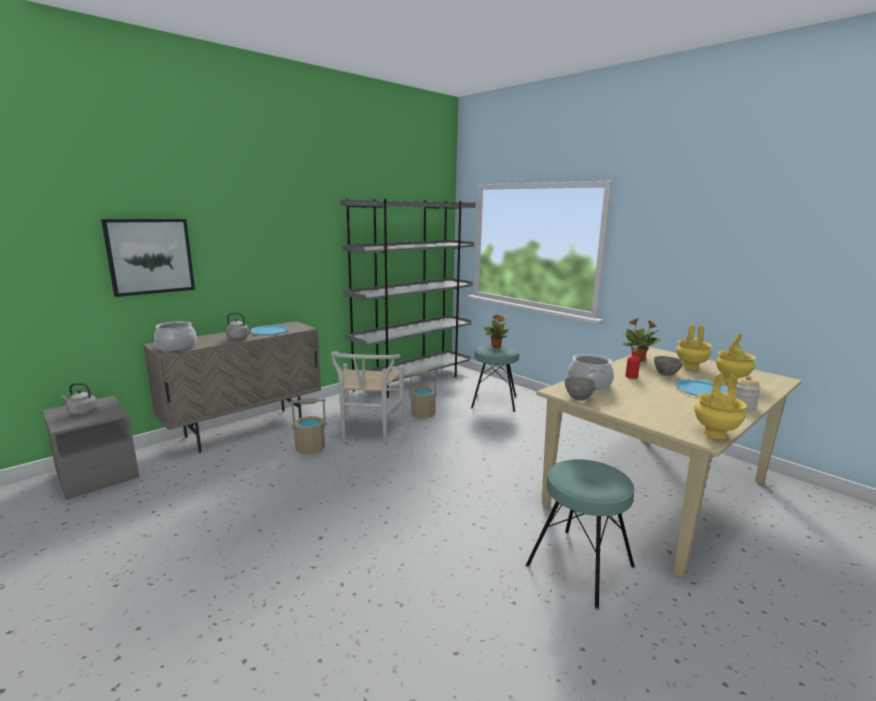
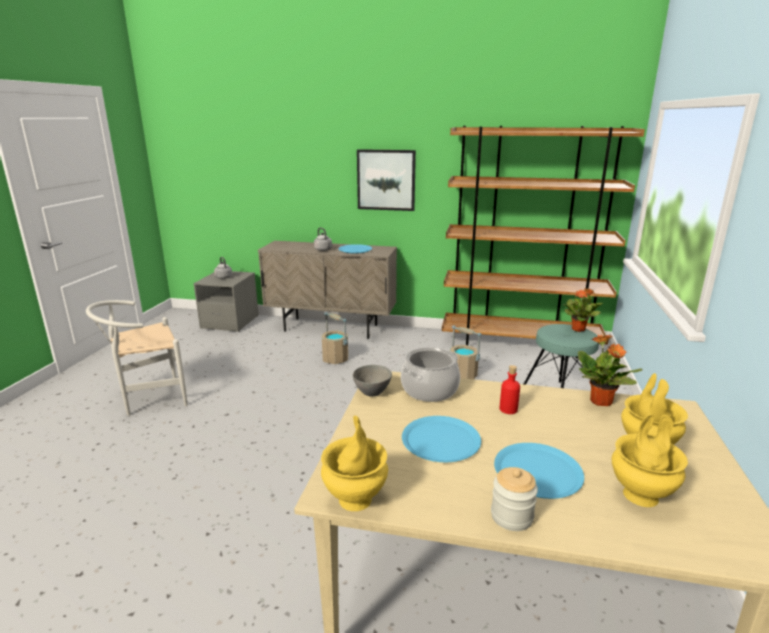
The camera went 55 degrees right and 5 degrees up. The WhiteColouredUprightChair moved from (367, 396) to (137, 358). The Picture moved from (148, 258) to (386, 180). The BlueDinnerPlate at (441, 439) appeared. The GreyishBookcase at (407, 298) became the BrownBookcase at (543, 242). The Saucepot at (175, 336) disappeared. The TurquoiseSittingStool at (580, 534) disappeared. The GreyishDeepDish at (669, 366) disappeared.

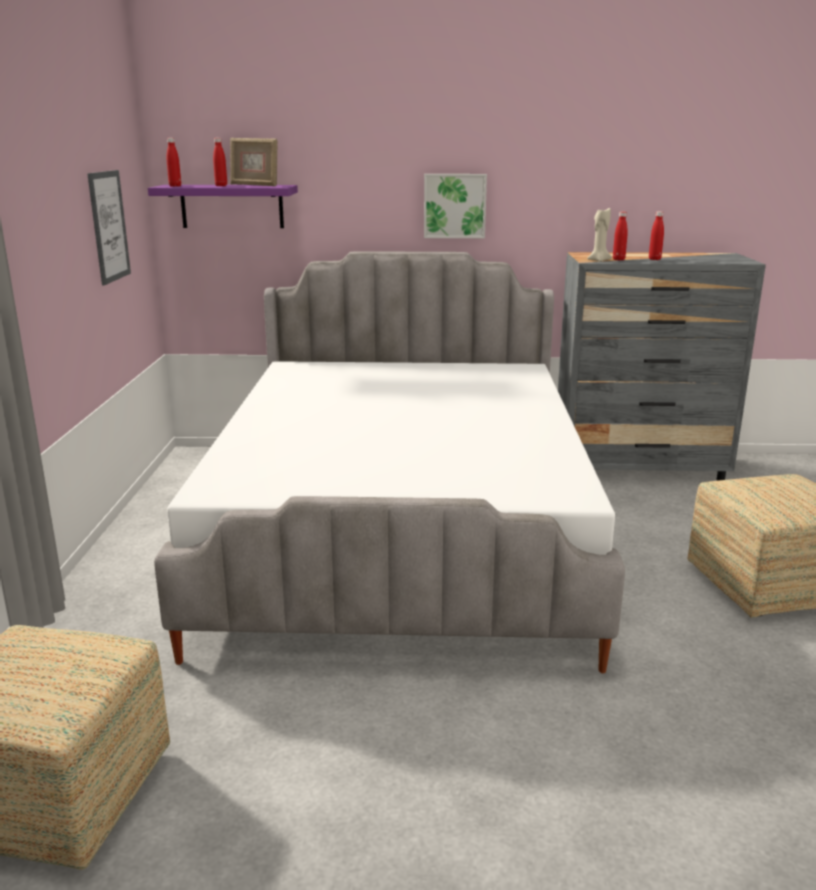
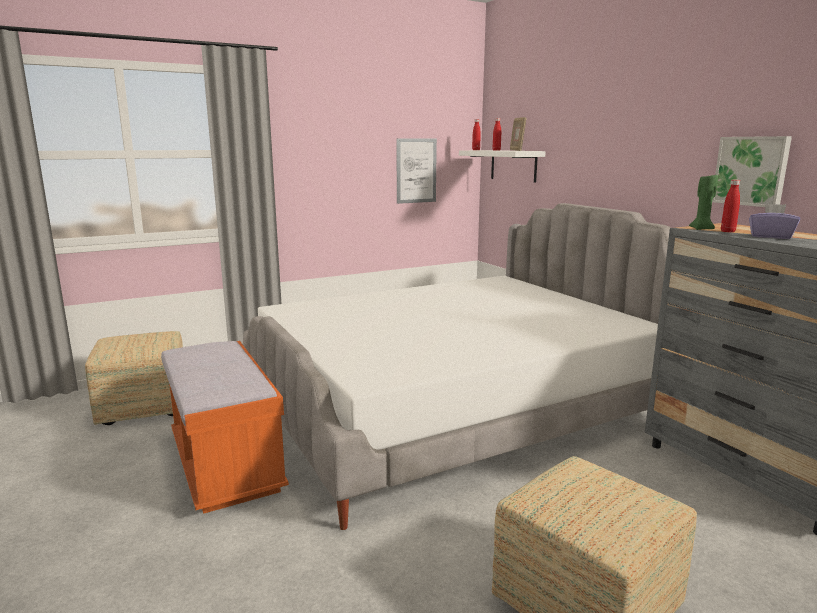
The camera went 60 degrees right and 5 degrees down. The OrangeBench at (225, 427) appeared. The PurpleColouredWallShelf at (223, 206) became the WhiteColouredWallShelf at (502, 166). The BeigeWaxLight at (599, 235) became the GreenWaxLight at (703, 202). The Picture moved from (455, 206) to (752, 171). The RedDrinkBottle at (656, 235) was replaced by the PurpleColouredBoxOfTissues at (774, 221).

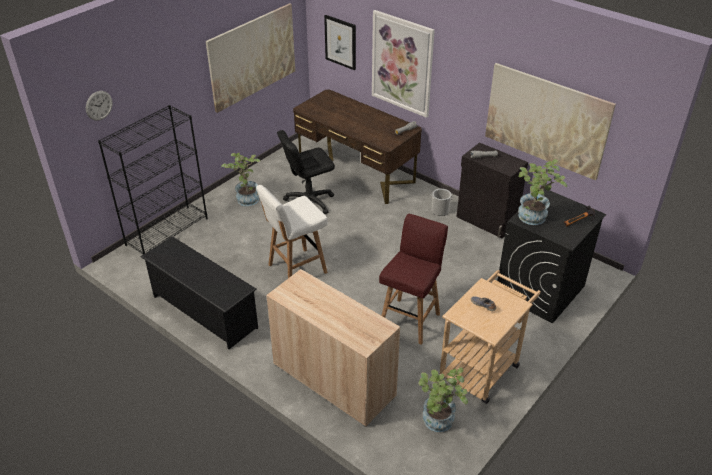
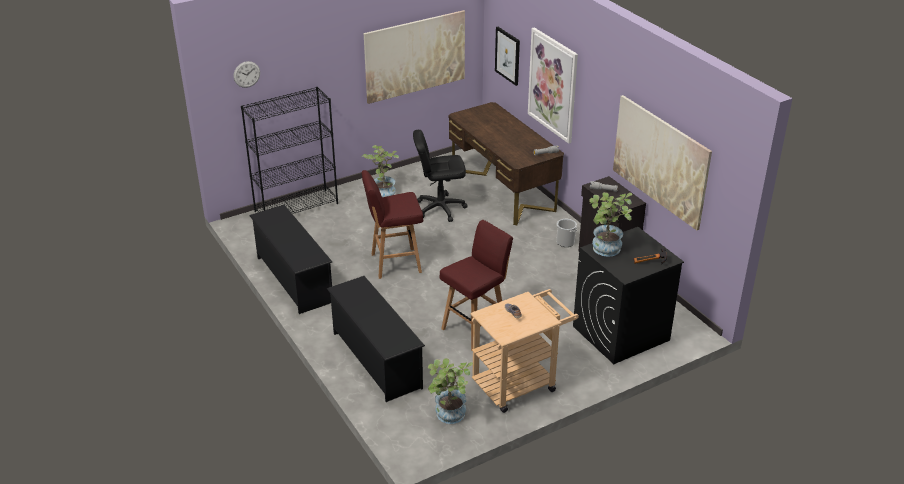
The camera went 20 degrees right and 5 degrees down. The BeigeStorageCabinet at (333, 348) was replaced by the BlackColouredShoeShelf at (376, 339). The WhiteColouredSittingStool at (292, 231) became the RedSittingStool at (392, 224).

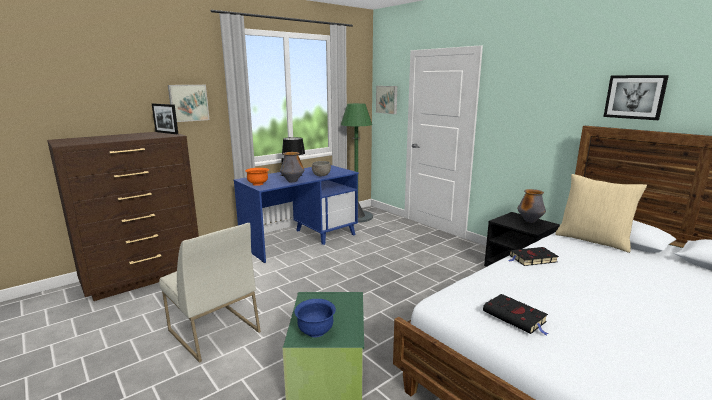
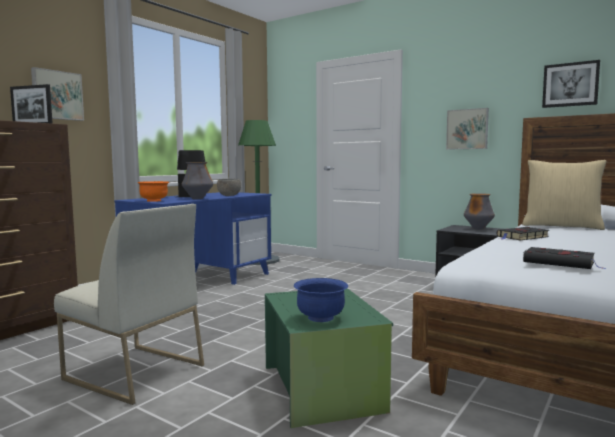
The camera went 15 degrees left and 10 degrees down. The Picture moved from (386, 100) to (467, 129).

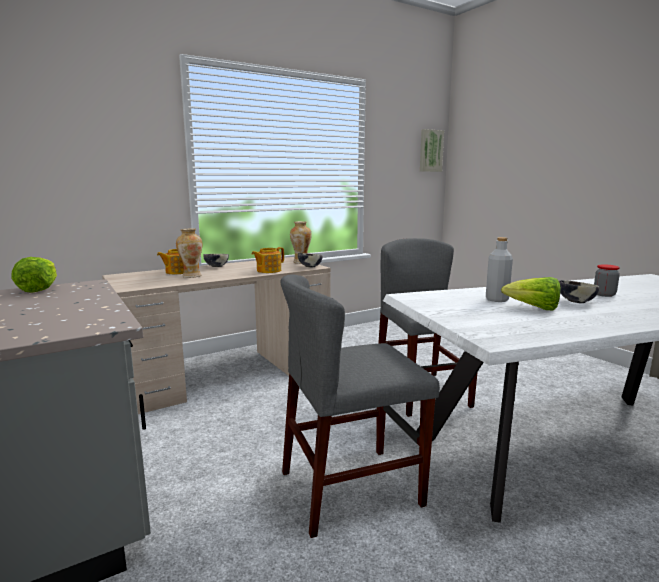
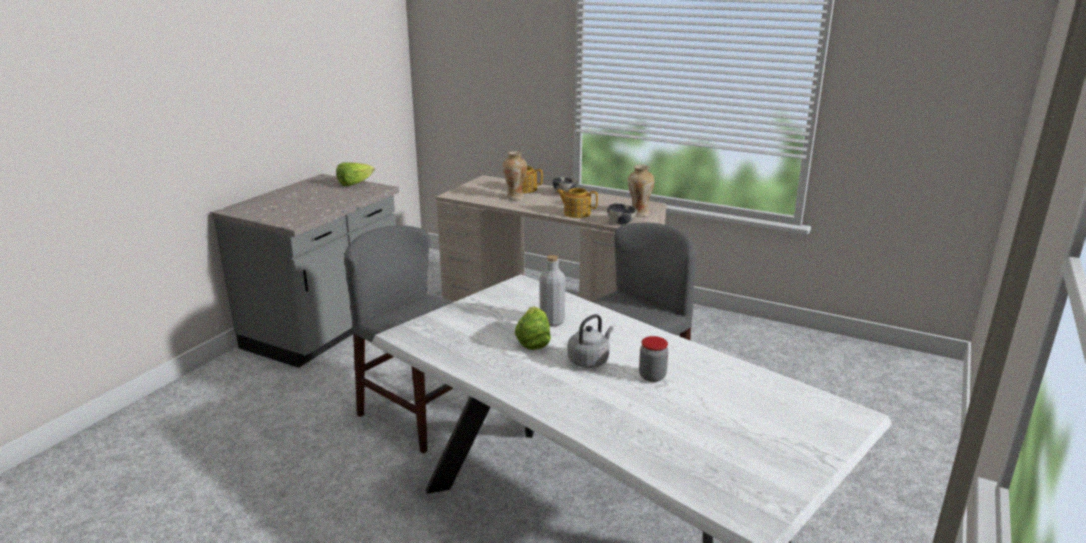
The camera went 60 degrees right and 10 degrees up. The DeepDish at (579, 291) was replaced by the GreyishTeaKettle at (590, 341). The Picture at (432, 150) disappeared.

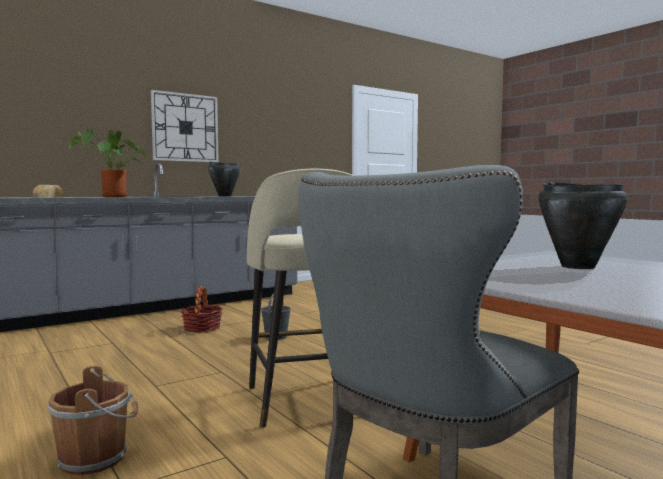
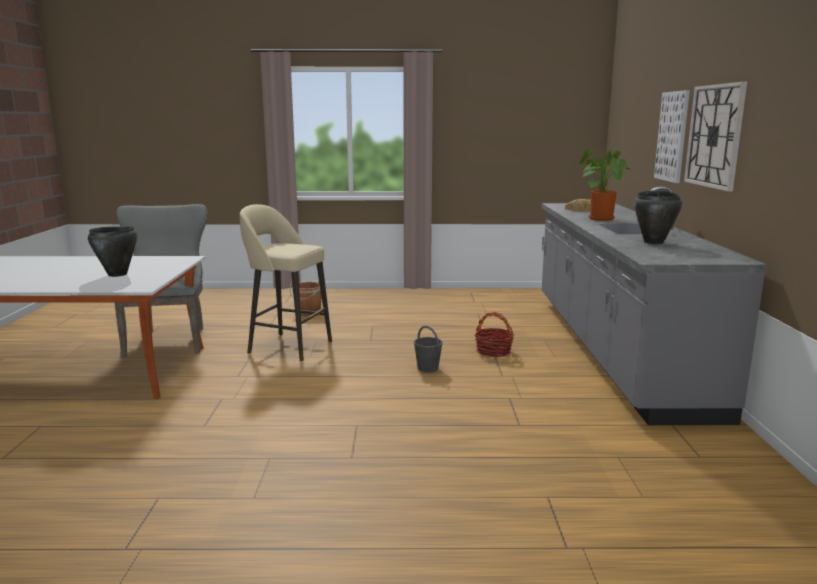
The camera went 125 degrees right and 10 degrees up. The Picture at (672, 136) appeared.

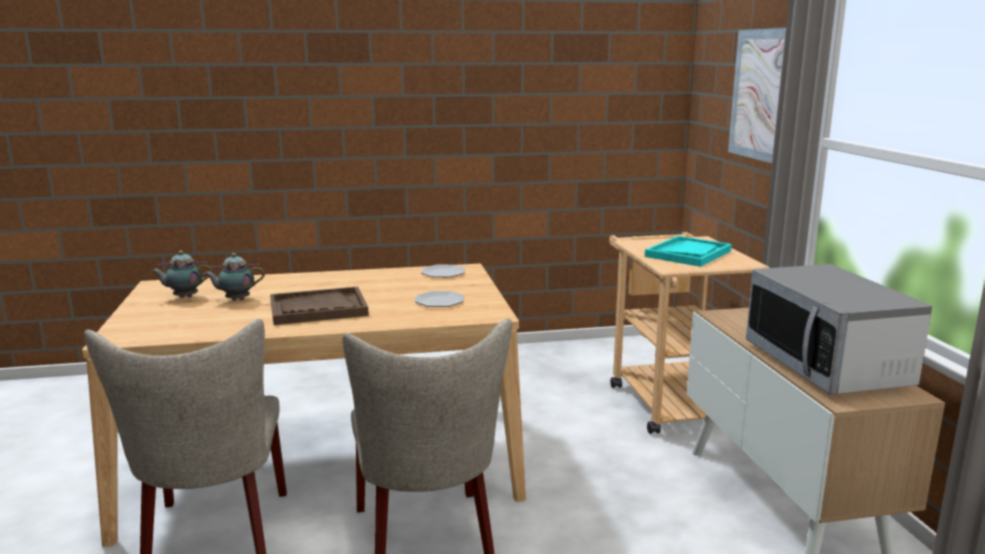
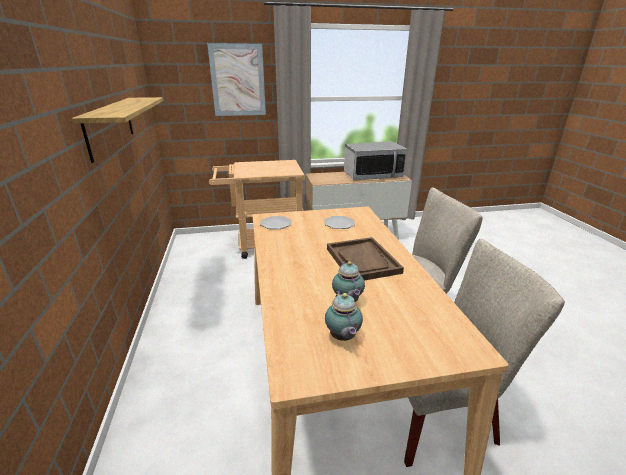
The camera went 90 degrees left and 10 degrees up. The WallShelf at (117, 130) appeared. The TurquoiseTray at (688, 251) disappeared.

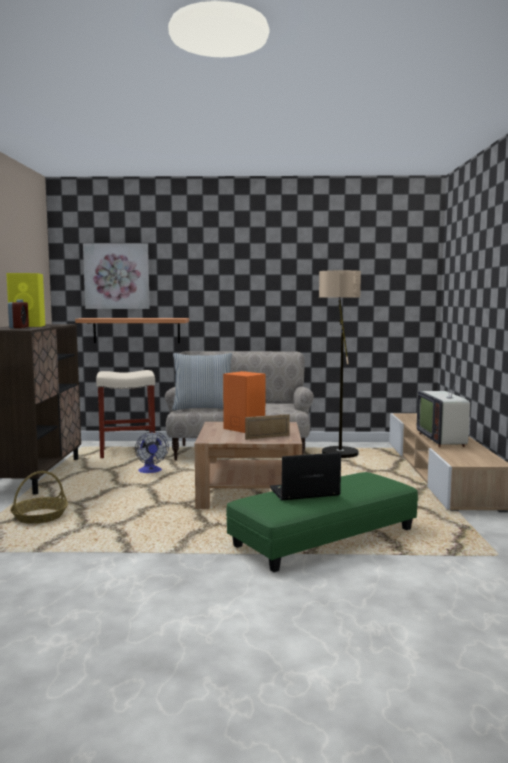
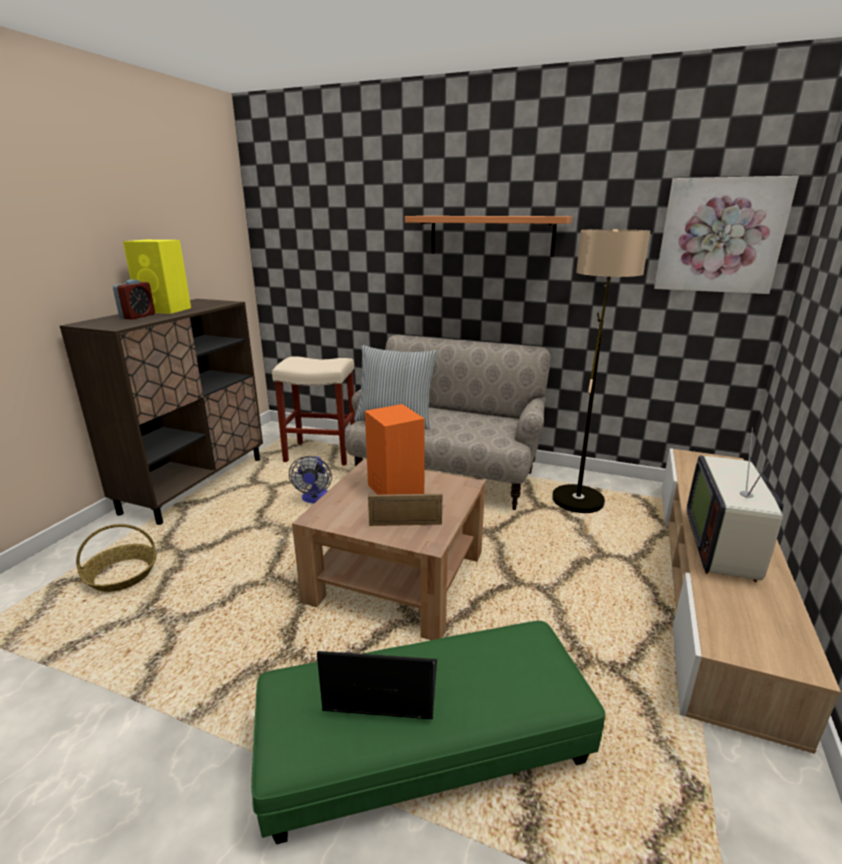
The camera went 20 degrees right and 15 degrees up. The WallShelf moved from (132, 330) to (488, 236). The Picture moved from (116, 276) to (726, 235).

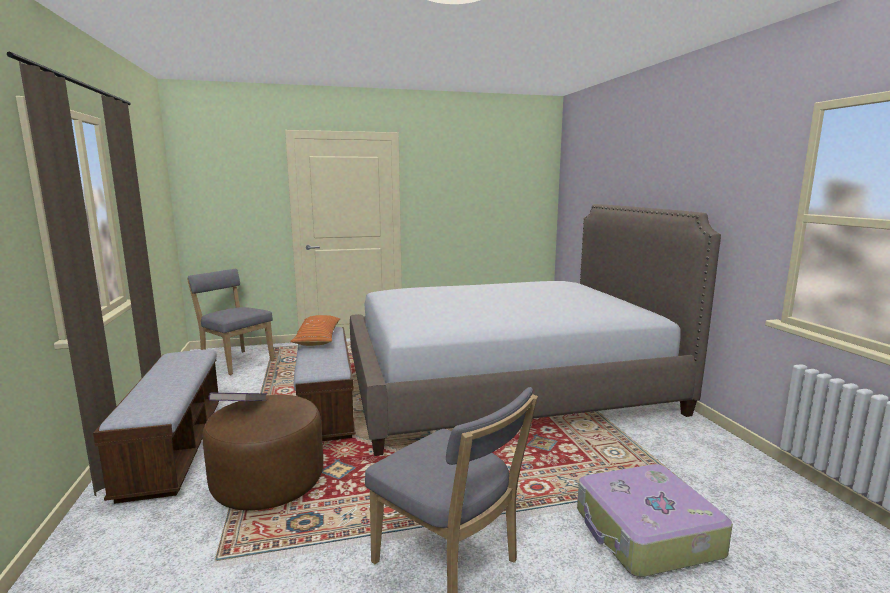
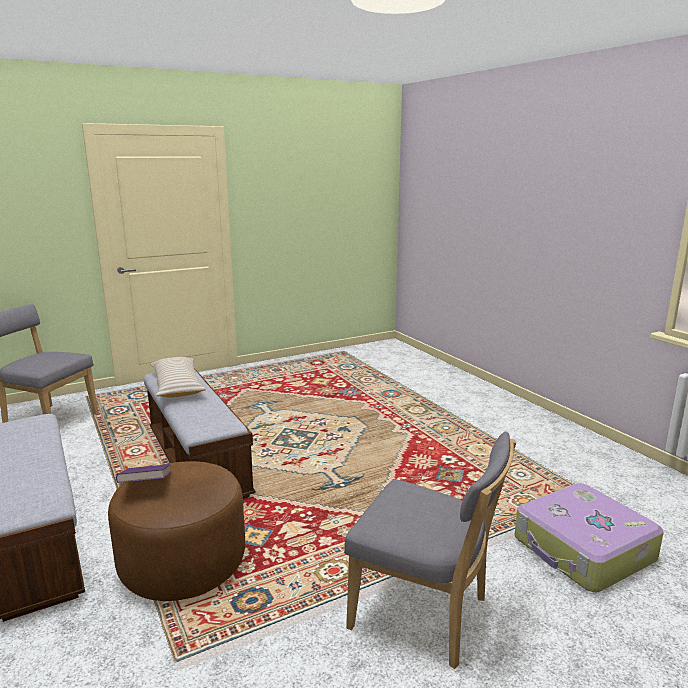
The camera went 15 degrees left and 5 degrees up. The OrangeThrowPillow at (315, 330) became the BeigeThrowPillow at (178, 377). The Bed at (535, 330) disappeared.

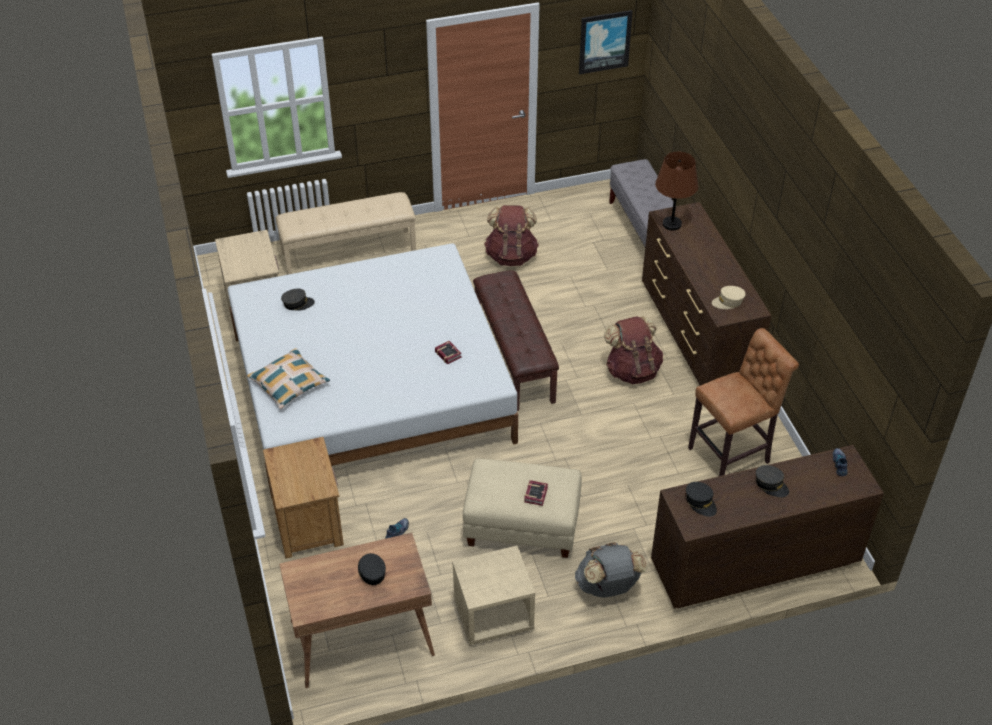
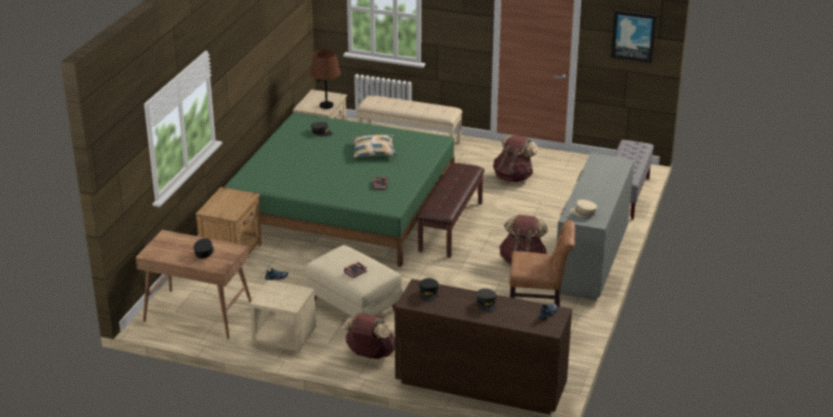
The camera went 35 degrees right and 15 degrees down. The WhiteColouredBed at (373, 370) became the GreenBed at (339, 190). The BrownTabletopLamp moved from (676, 191) to (325, 79). The GreyishRucksack at (611, 570) became the BrownRucksack at (368, 336). The ThrowPillow moved from (288, 378) to (374, 145). The BrownDrawerChest at (707, 294) became the GreyishDrawerChest at (595, 226).

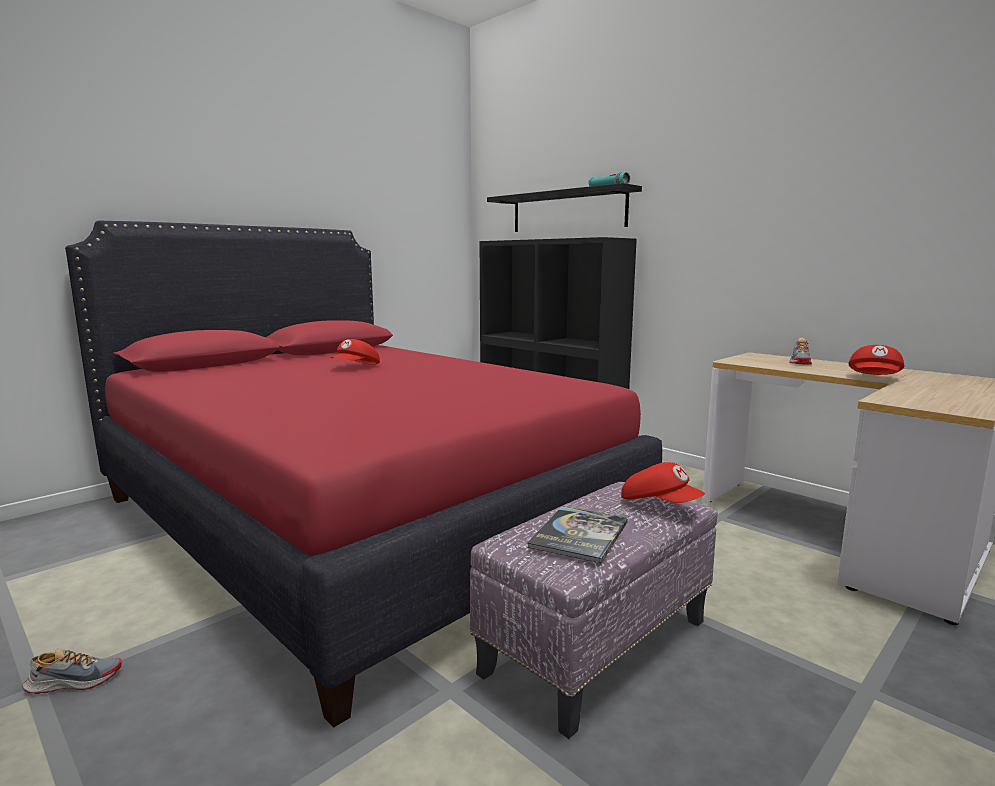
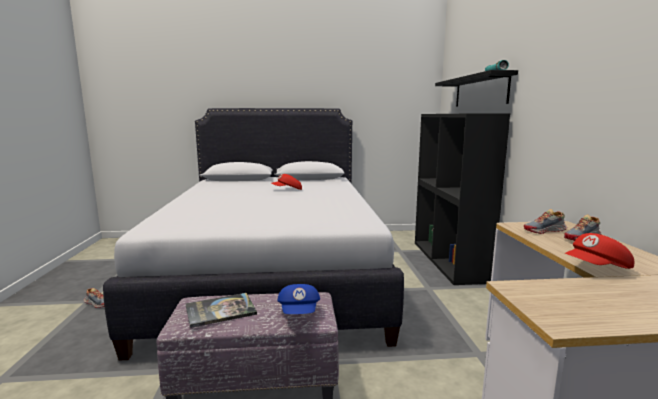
The camera went 40 degrees right and 0 degrees up. The RedBed at (363, 474) became the WhiteColouredBed at (253, 234). The RedPeakedCap at (663, 482) became the BluePeakedCap at (298, 299). The Shoe at (545, 221) appeared.

